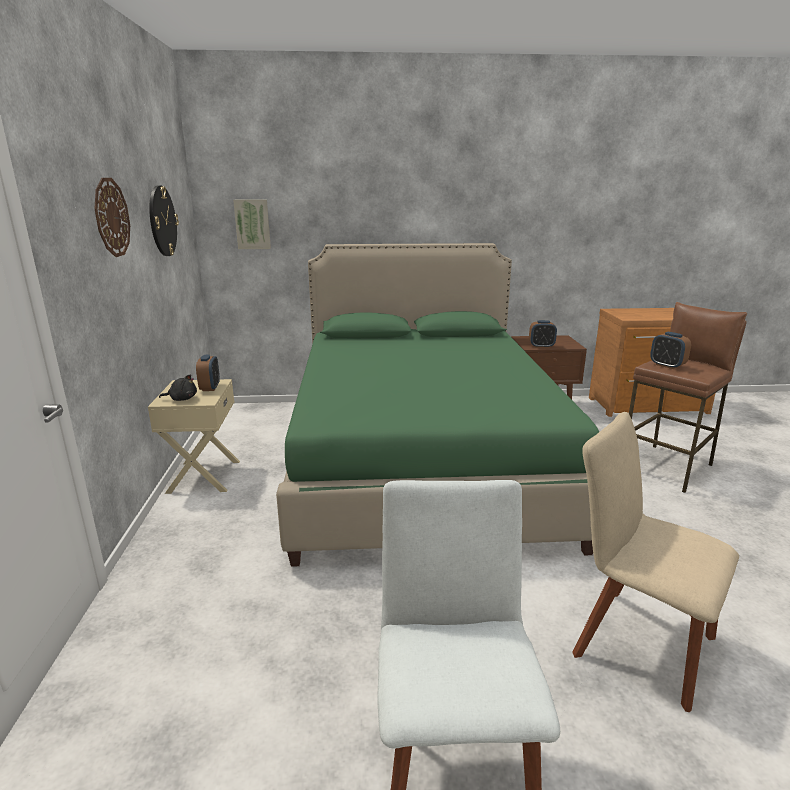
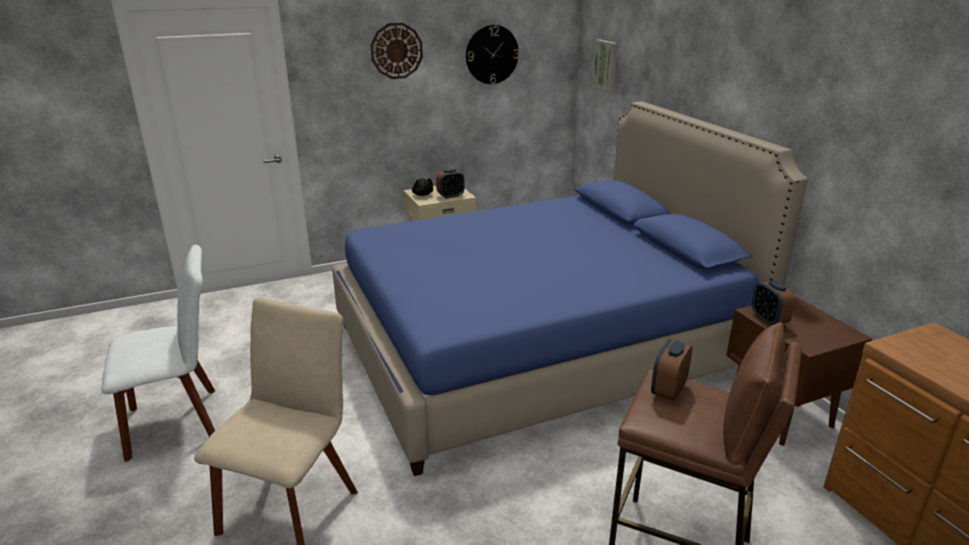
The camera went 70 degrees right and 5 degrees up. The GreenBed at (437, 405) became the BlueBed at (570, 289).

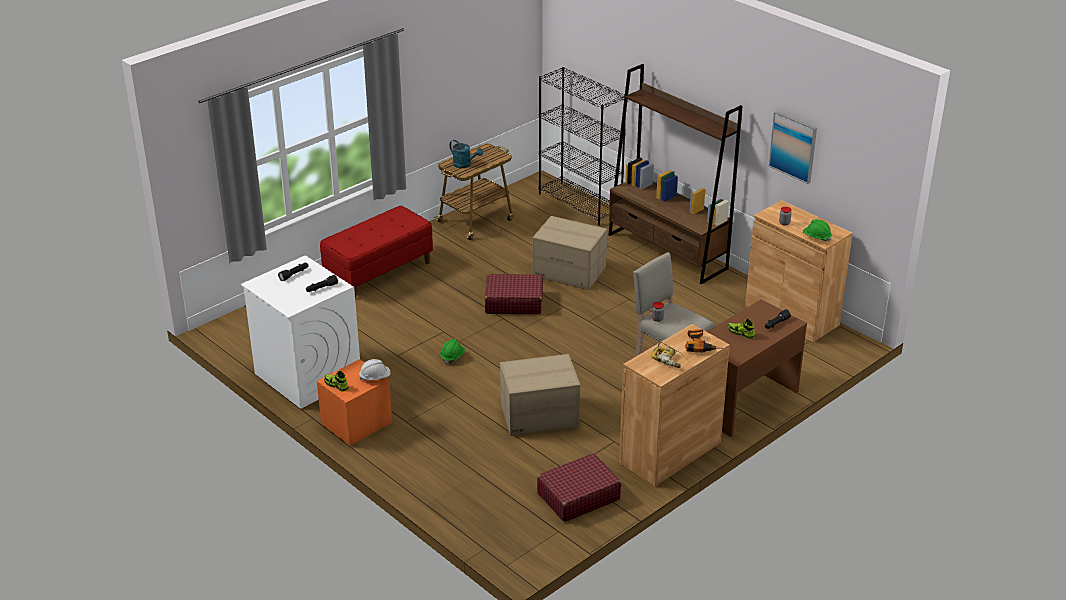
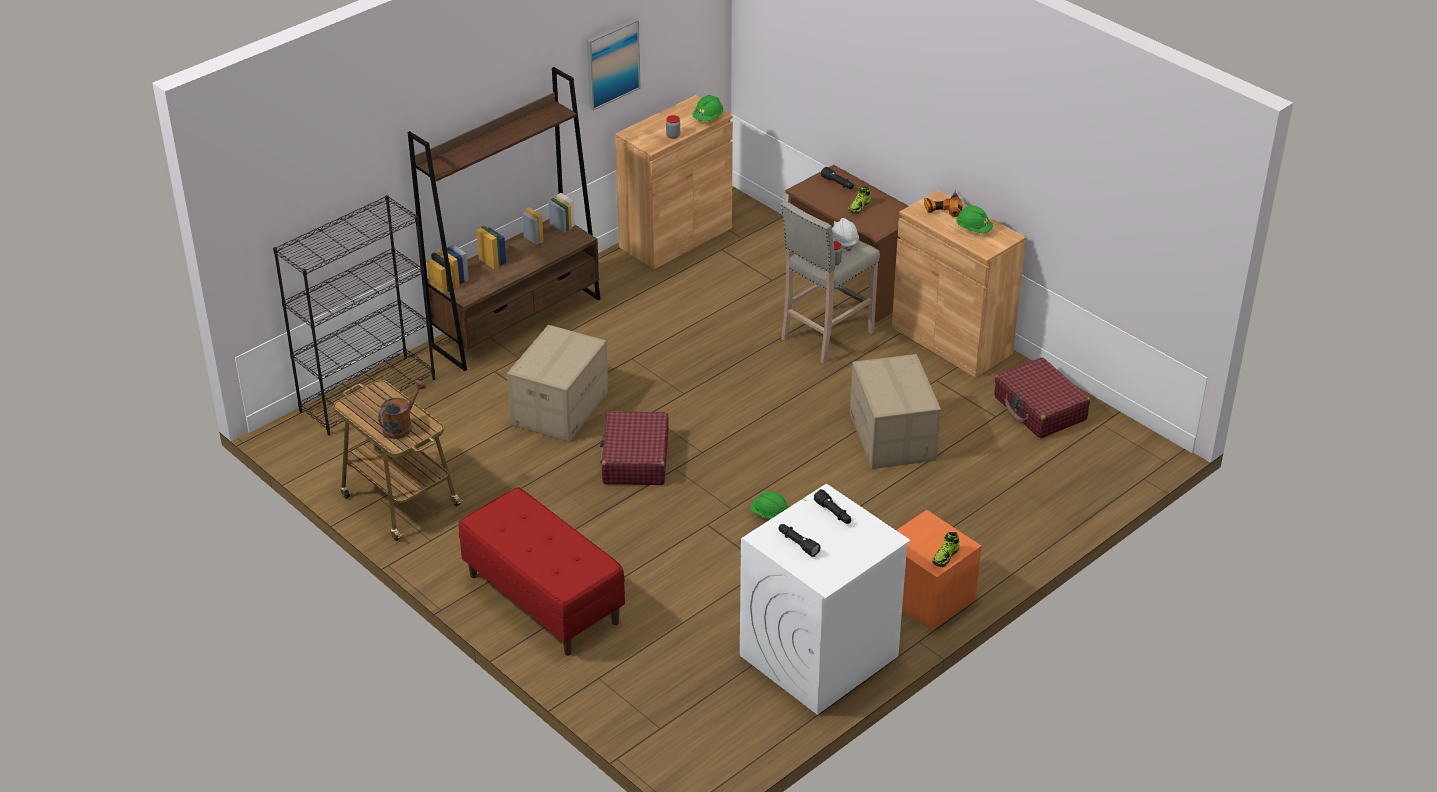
The camera went 90 degrees left and 5 degrees up. The TurquoiseWateringCan at (466, 154) became the BrownWateringCan at (402, 409). The WhiteColouredHardHat moved from (375, 369) to (845, 234). The Drill at (667, 355) was replaced by the GreenHardHat at (974, 219).

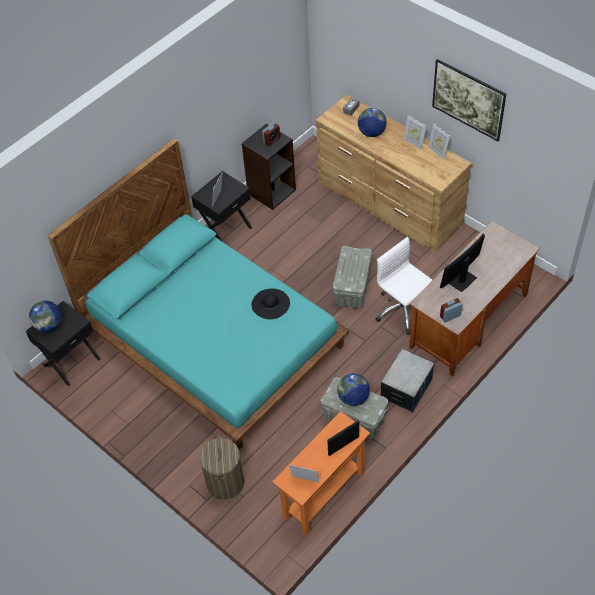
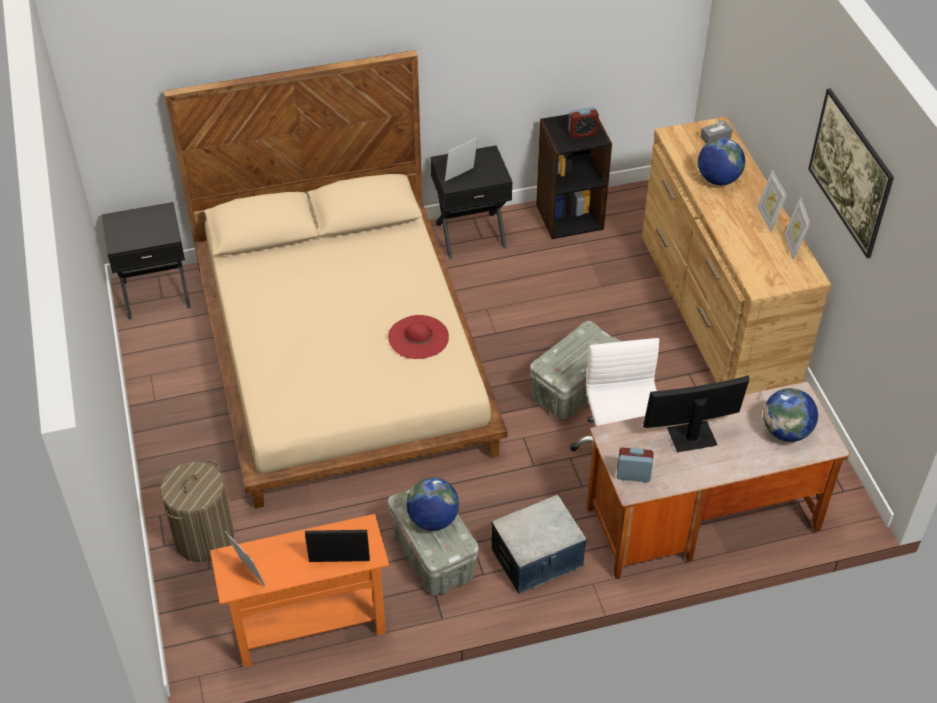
The camera went 30 degrees right and 5 degrees down. The TurquoiseBed at (198, 294) became the BeigeBed at (336, 279). The BlackColouredHat at (271, 304) became the RedHat at (418, 337). The Globe moved from (45, 316) to (790, 415).

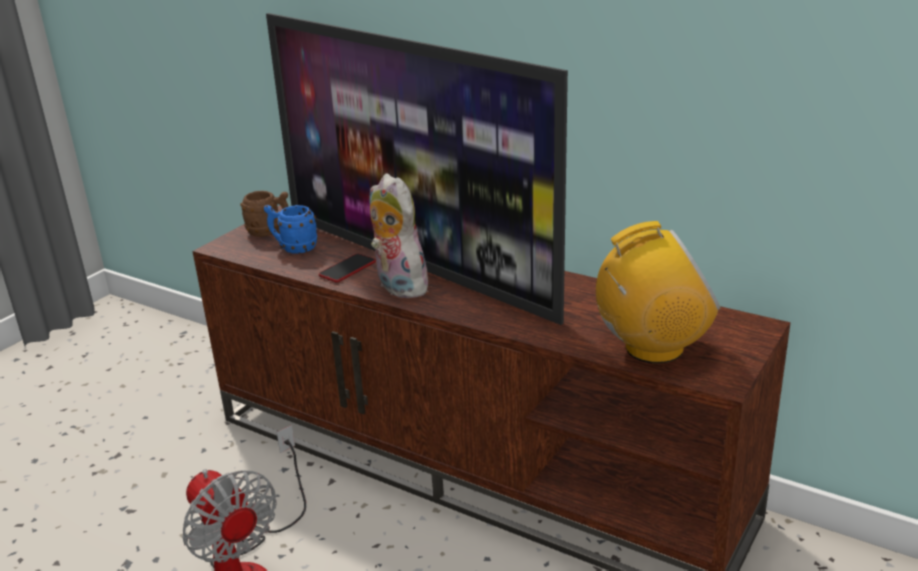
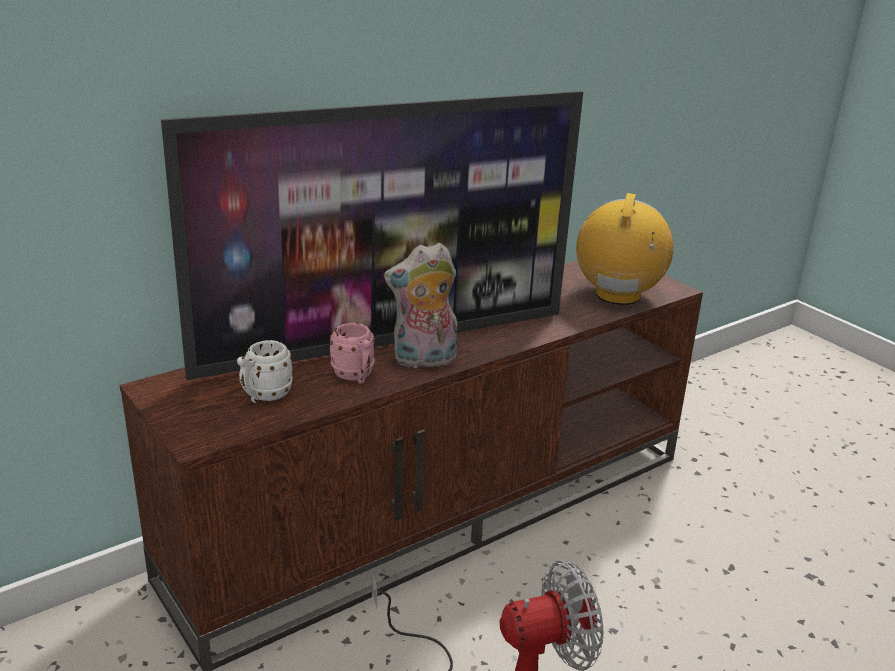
The camera went 70 degrees left and 0 degrees up. The BlueCoffeeMug at (291, 229) became the WhiteColouredCoffeeMug at (265, 371). The Phone at (347, 267) was replaced by the PinkCoffeeMug at (352, 353). The BrownCoffeeMug at (264, 214) disappeared.

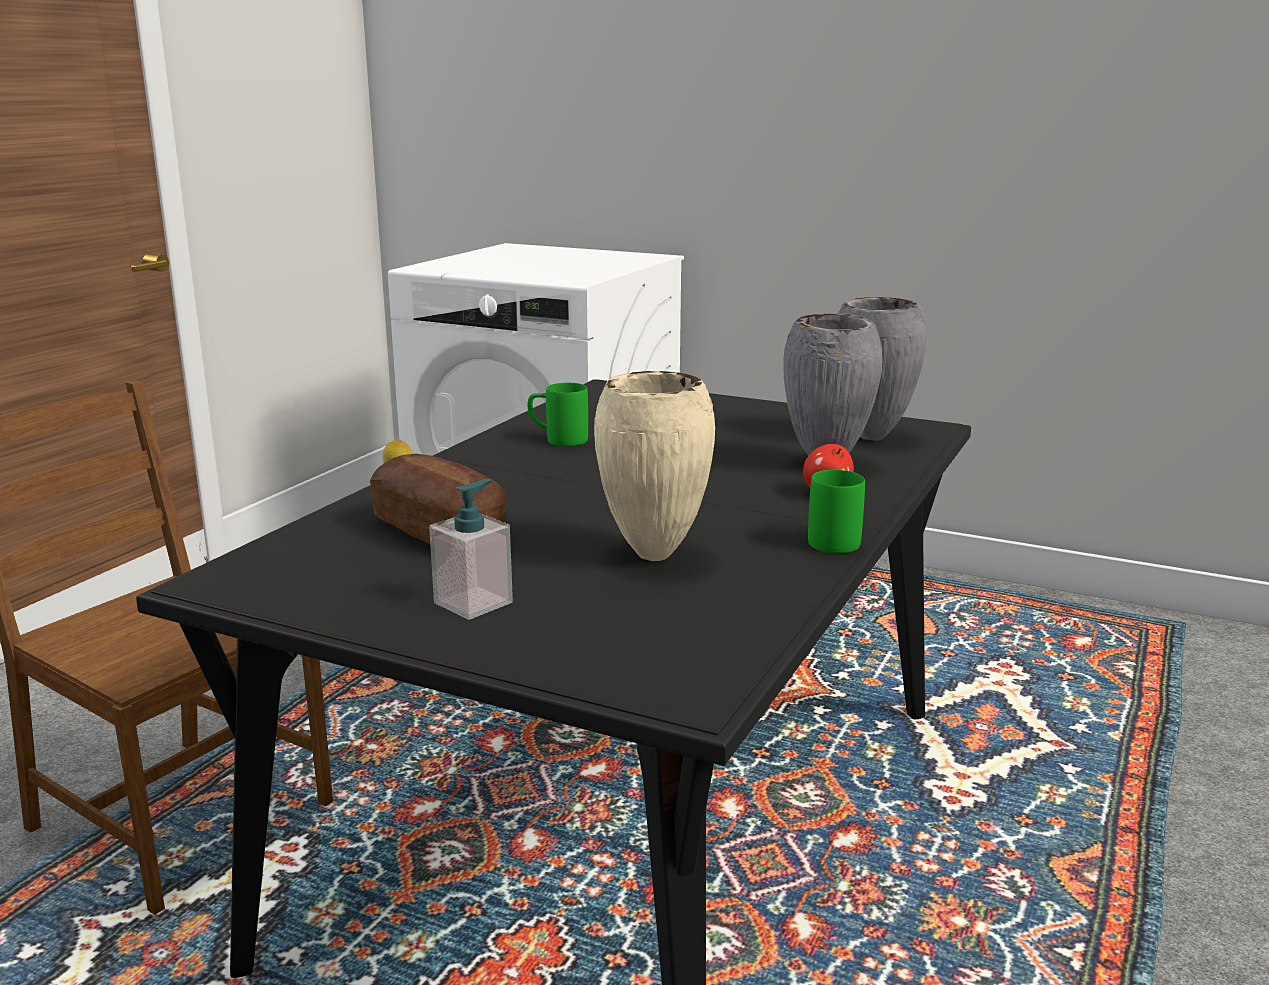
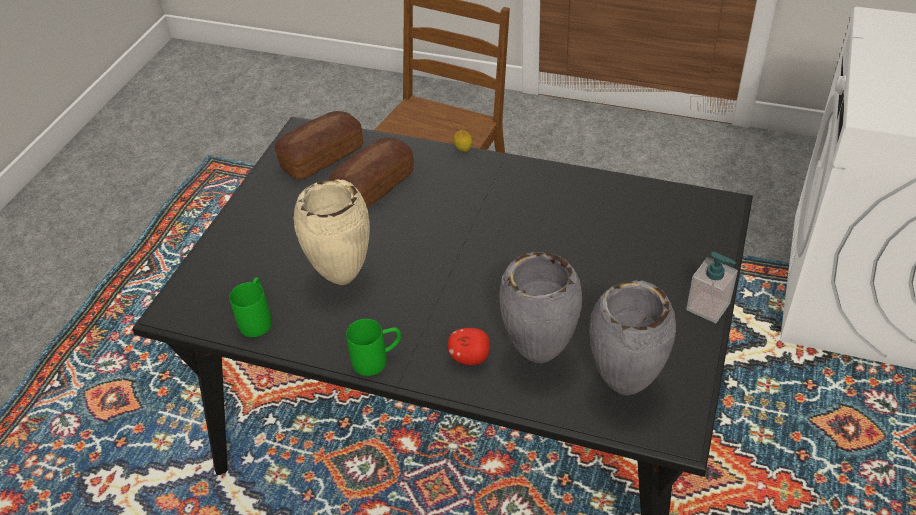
The camera went 85 degrees right and 25 degrees up. The GreenCoffeeMug moved from (558, 414) to (250, 307). The Bread at (319, 145) appeared. The SoapDispenser moved from (471, 549) to (712, 287).

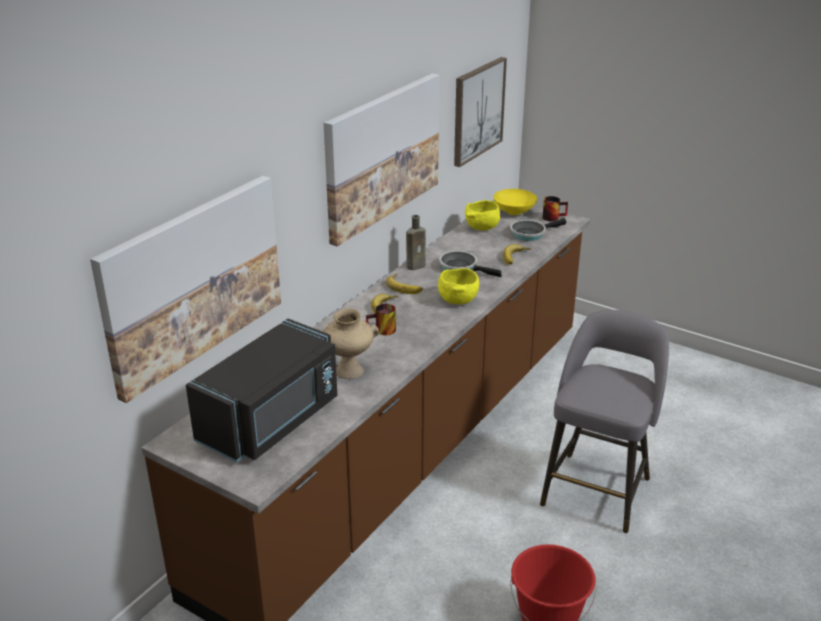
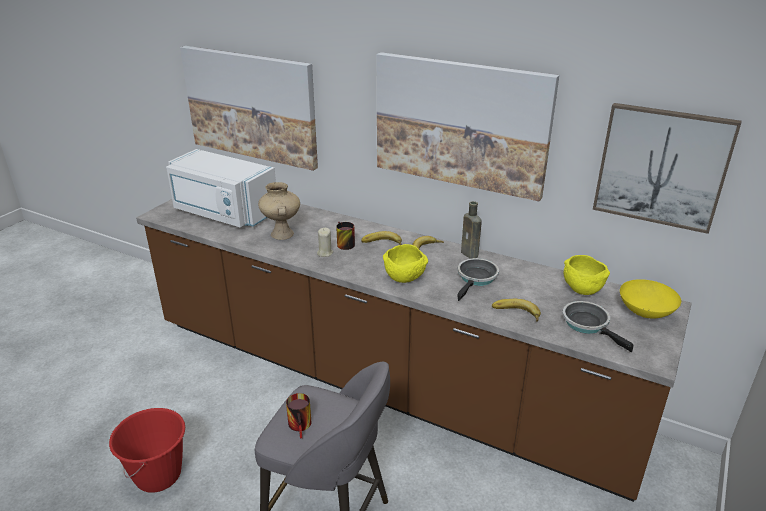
The camera went 85 degrees right and 0 degrees up. The BlackColouredMicrowave at (261, 390) became the WhiteColouredMicrowave at (221, 188). The CoffeeMug moved from (555, 208) to (299, 415). The BeigeWaxLight at (325, 242) appeared.

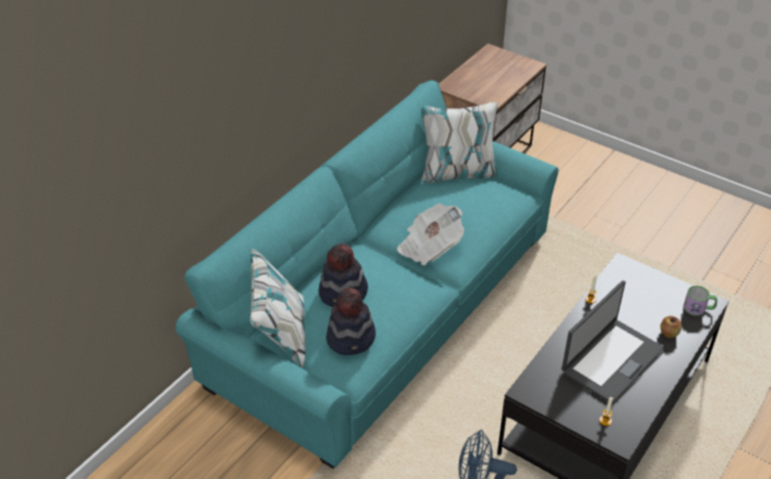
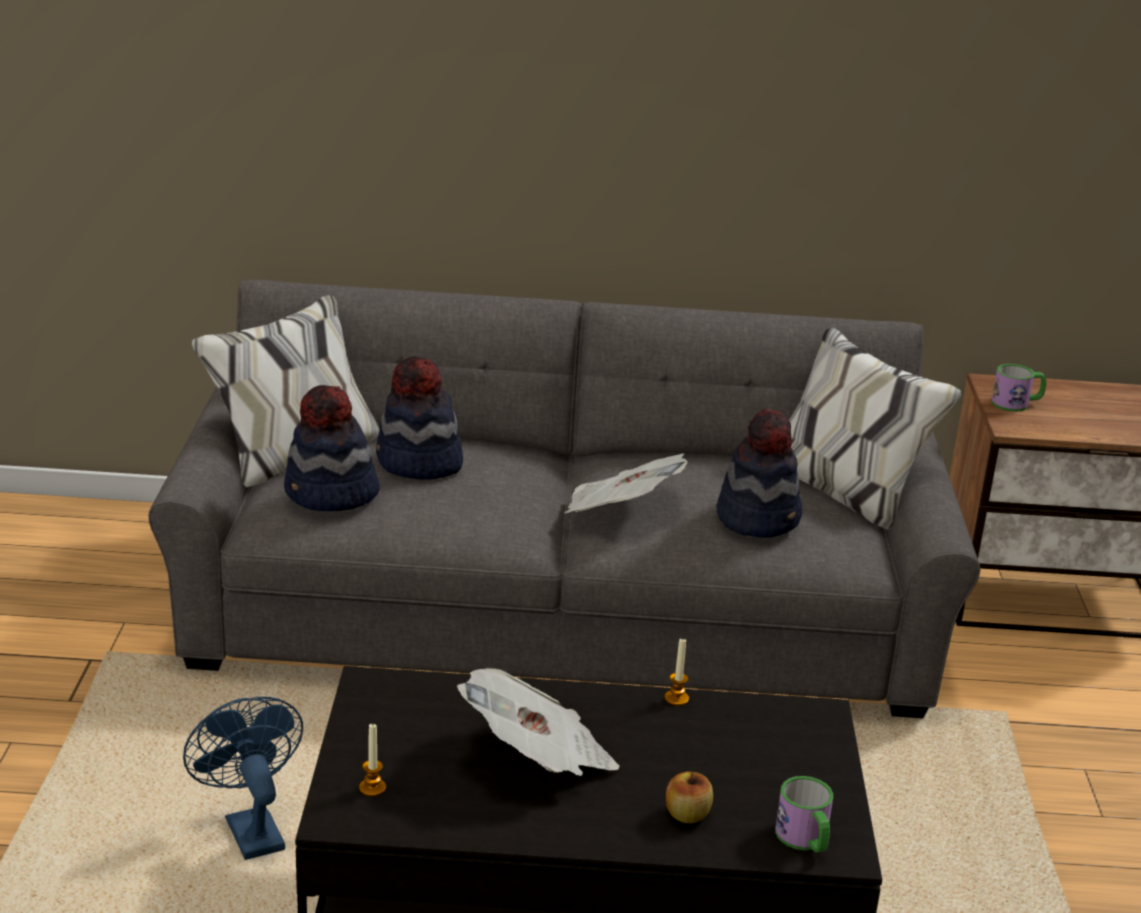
The camera went 55 degrees right and 15 degrees down. The TurquoiseSofa at (367, 274) became the GreyishSofa at (564, 499). The NotebookComputer at (613, 342) was replaced by the DailyPaper at (538, 722). The Hat at (759, 473) appeared. The CoffeeMug at (1018, 388) appeared.

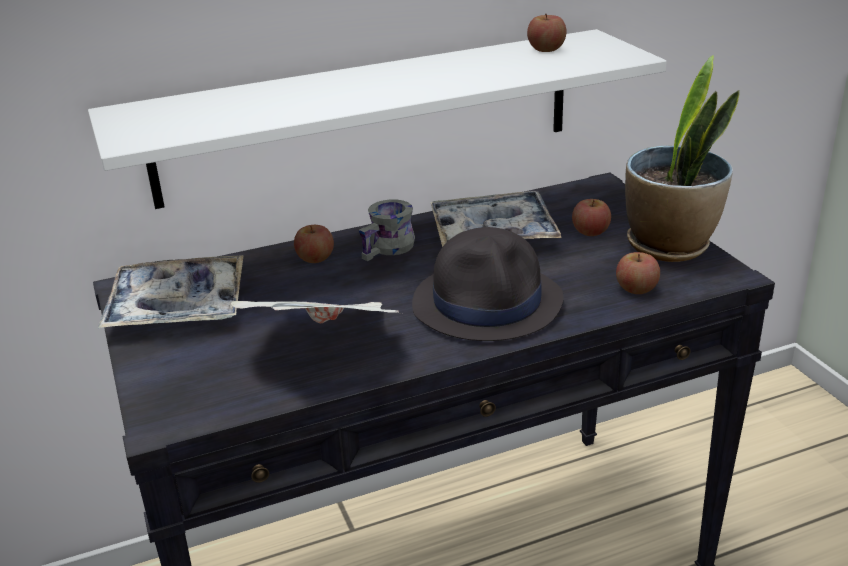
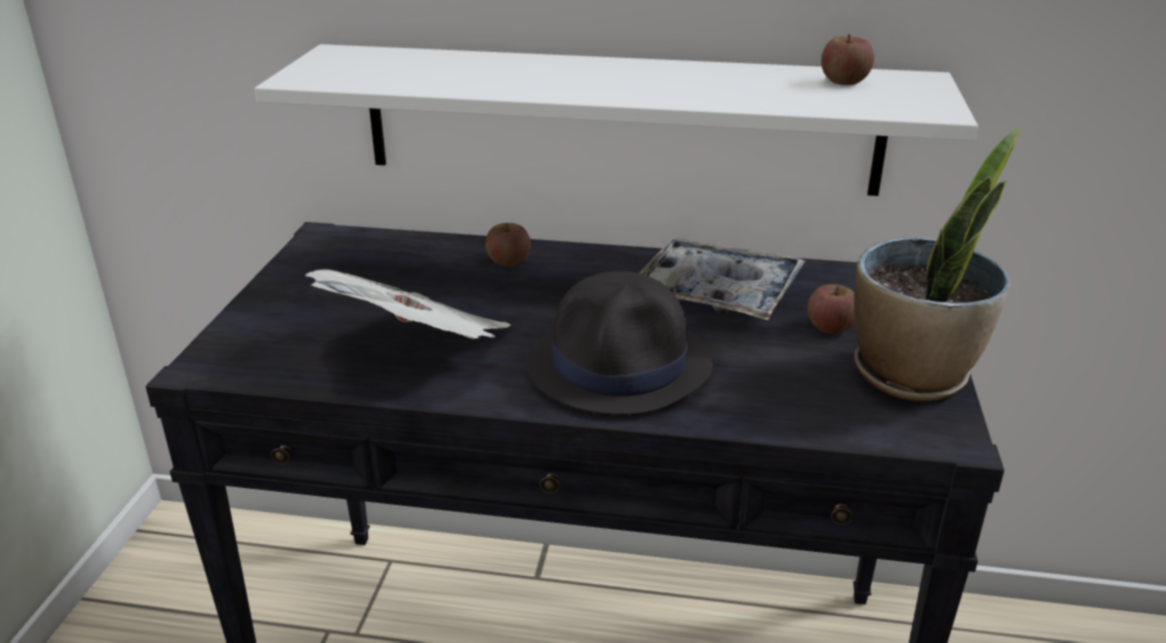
The camera went 30 degrees right and 0 degrees up. The Tray at (171, 292) disappeared. The GreyishCoffeeMug at (387, 230) disappeared. The AppleFruit at (638, 273) disappeared.

